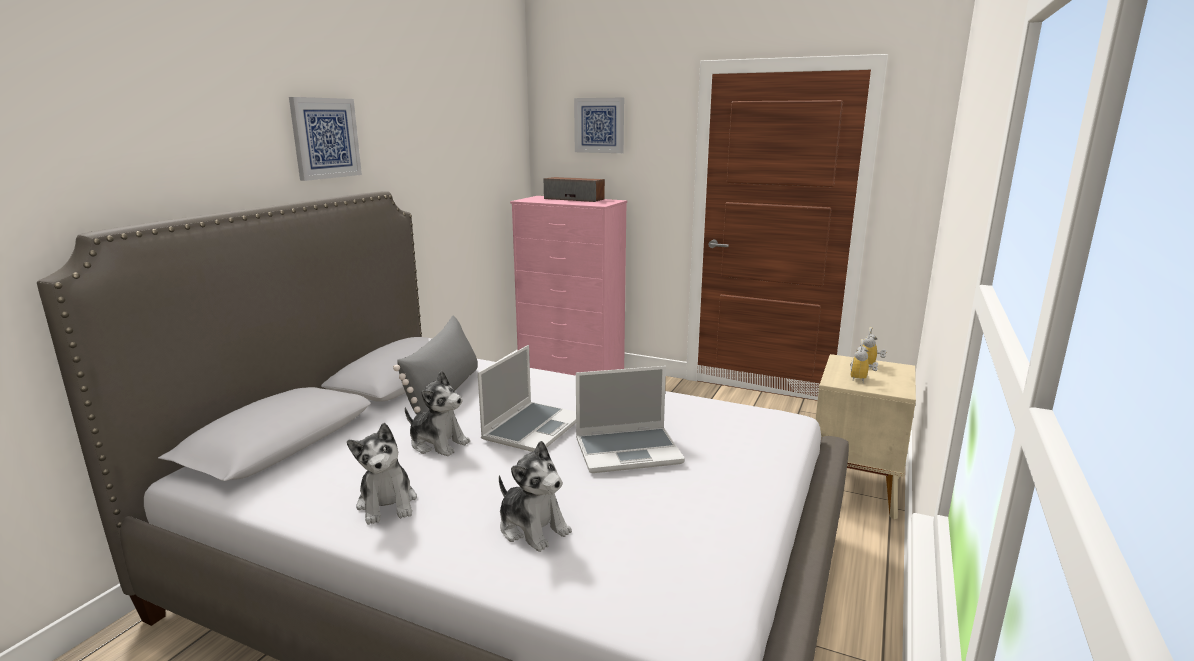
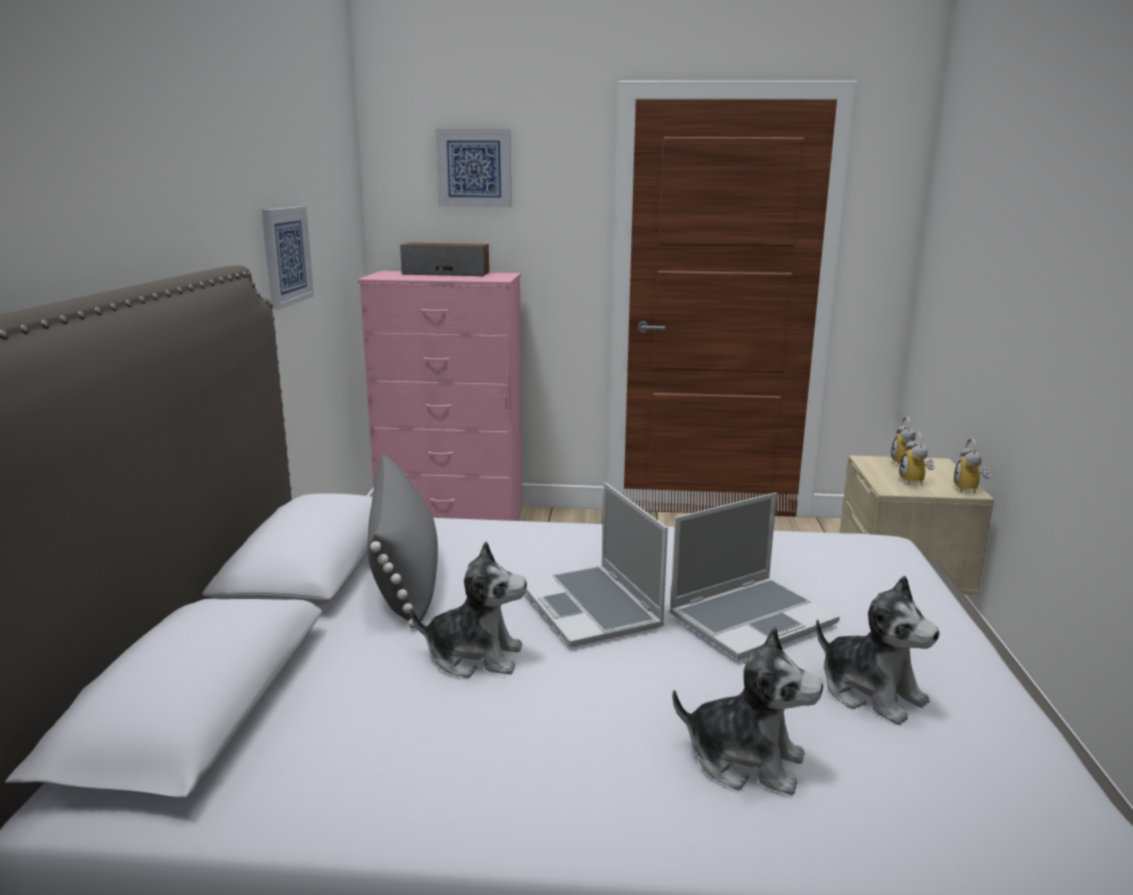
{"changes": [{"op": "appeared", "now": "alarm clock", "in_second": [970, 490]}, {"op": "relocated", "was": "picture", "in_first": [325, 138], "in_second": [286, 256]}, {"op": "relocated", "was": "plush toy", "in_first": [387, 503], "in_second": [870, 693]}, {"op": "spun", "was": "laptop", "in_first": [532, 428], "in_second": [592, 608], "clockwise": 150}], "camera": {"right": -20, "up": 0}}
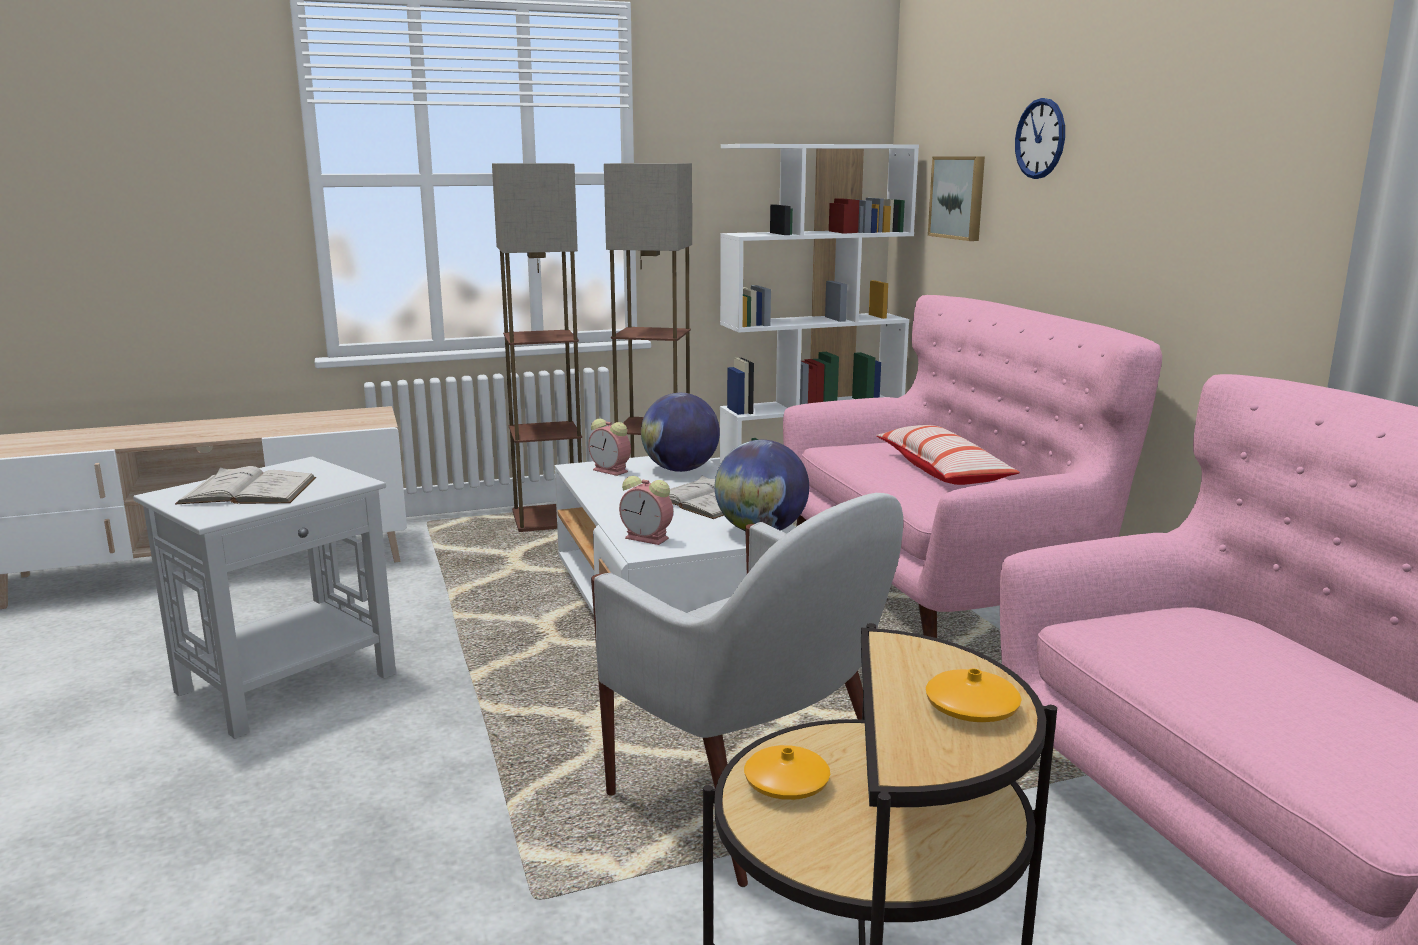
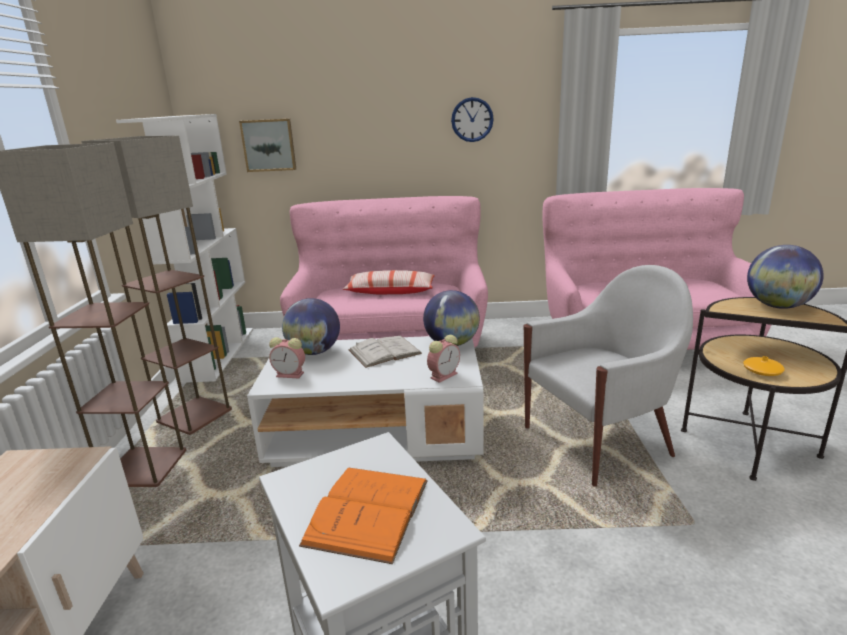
{"changes": [{"op": "relocated", "was": "wall clock", "in_first": [1040, 138], "in_second": [472, 119]}, {"op": "exchanged", "was": "orange vase", "now": "globe", "in_first": [971, 709], "in_second": [778, 306]}, {"op": "colour", "was": "white book", "now": "orange book", "in_first": [248, 490], "in_second": [368, 511]}, {"op": "spun", "was": "alarm clock", "in_first": [611, 471], "in_second": [291, 374], "clockwise": 45}], "camera": {"right": -70, "up": 5}}
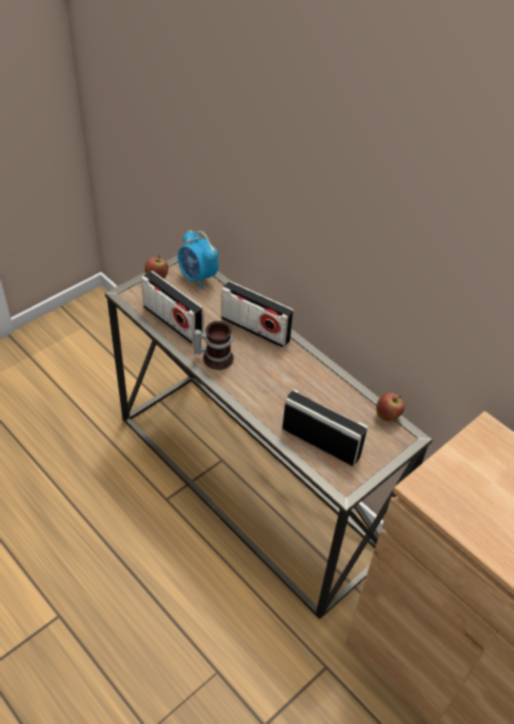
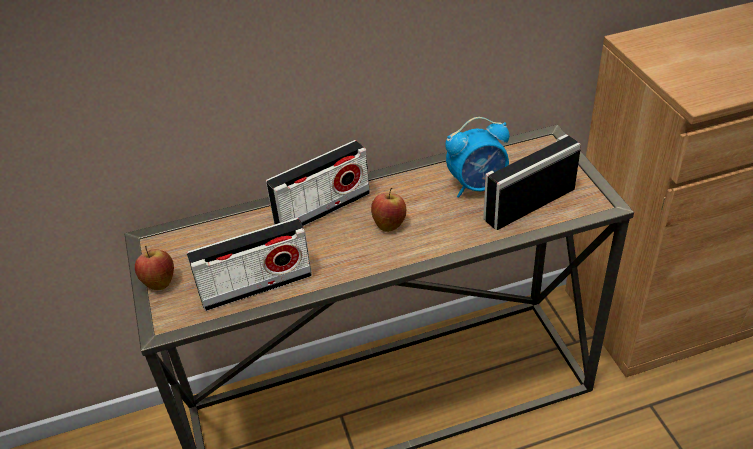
{"changes": [{"op": "missing", "was": "mug", "in_first": [215, 357]}, {"op": "relocated", "was": "alarm clock", "in_first": [197, 277], "in_second": [477, 185]}, {"op": "relocated", "was": "apple", "in_first": [387, 416], "in_second": [389, 224]}], "camera": {"right": -60, "up": -5}}
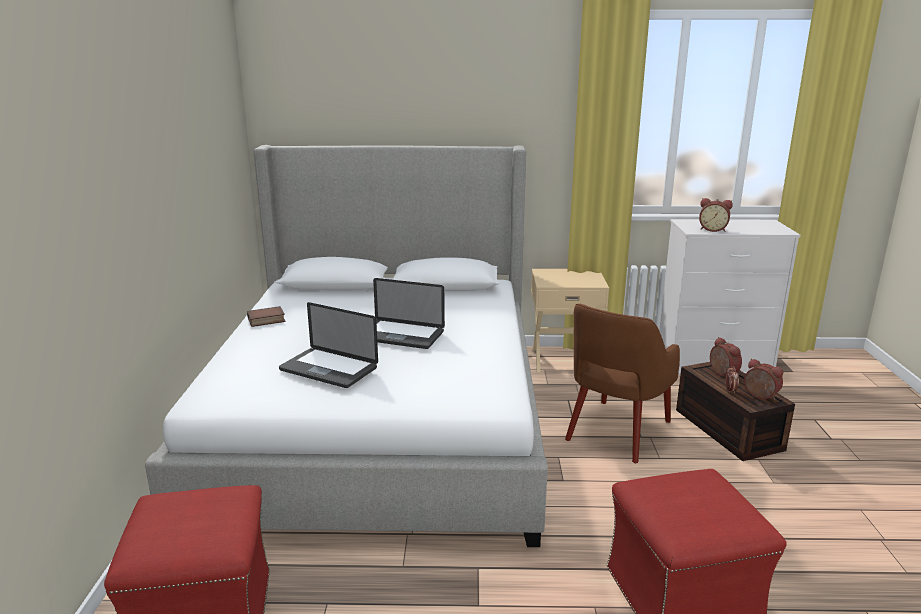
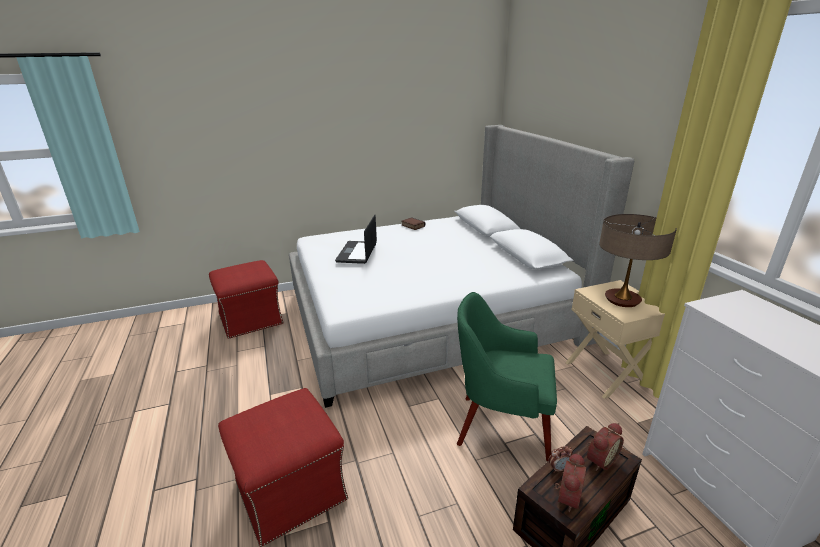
{"changes": [{"op": "missing", "was": "laptop", "in_first": [401, 336]}, {"op": "missing", "was": "alarm clock", "in_first": [713, 229]}, {"op": "appeared", "now": "table lamp", "in_second": [622, 300]}, {"op": "colour", "was": "brown armchair", "now": "green armchair", "in_first": [616, 432], "in_second": [501, 426]}], "camera": {"right": 70, "up": 5}}
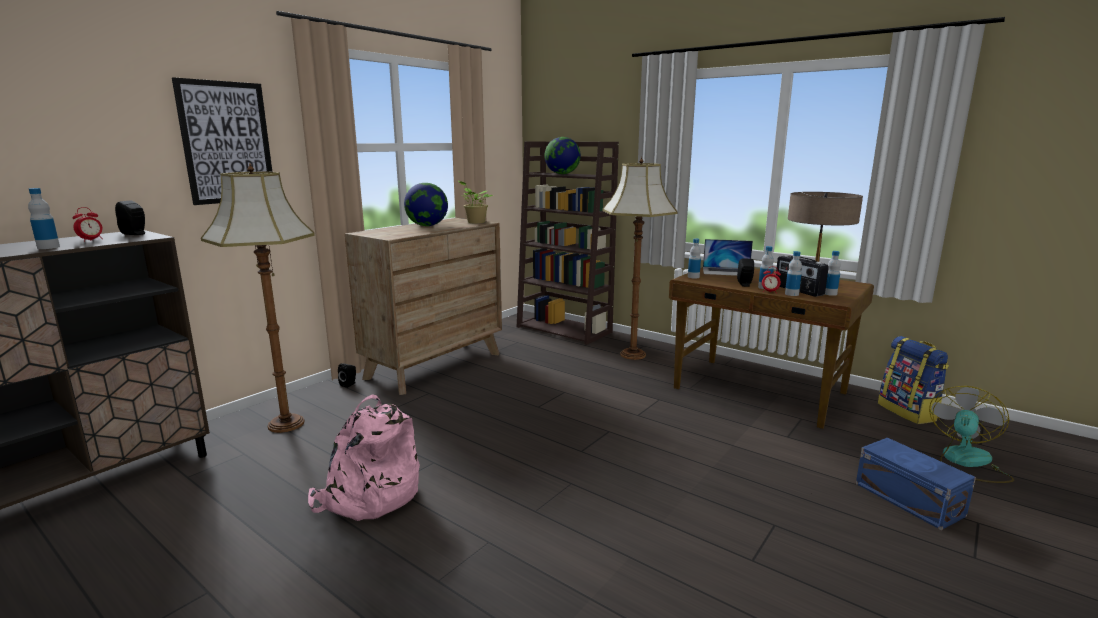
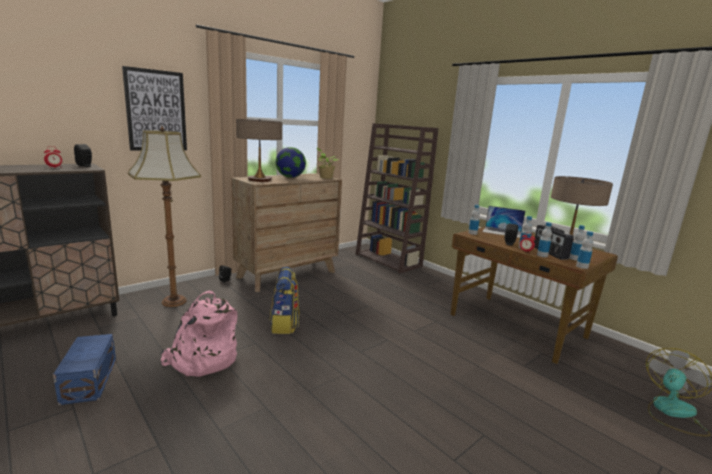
{"changes": [{"op": "missing", "was": "globe", "in_first": [562, 174]}, {"op": "missing", "was": "floor lamp", "in_first": [633, 354]}, {"op": "appeared", "now": "table lamp", "in_second": [259, 180]}, {"op": "relocated", "was": "bottle", "in_first": [48, 247], "in_second": [582, 266]}, {"op": "relocated", "was": "blue storage box", "in_first": [909, 500], "in_second": [88, 381]}, {"op": "relocated", "was": "backpack", "in_first": [908, 412], "in_second": [285, 325]}], "camera": {"right": 10, "up": 0}}
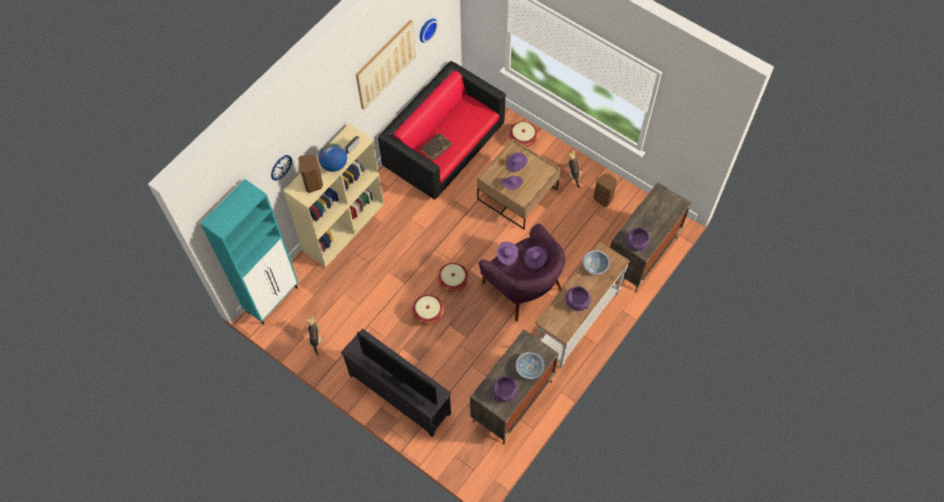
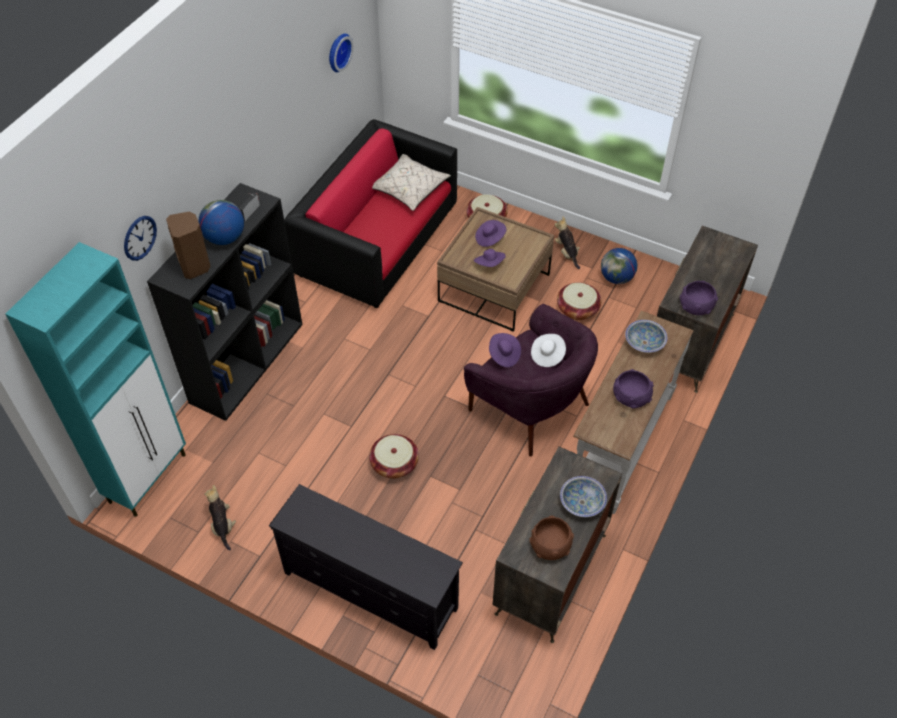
{"changes": [{"op": "missing", "was": "picture", "in_first": [385, 64]}, {"op": "missing", "was": "television", "in_first": [401, 379]}, {"op": "missing", "was": "brown book", "in_first": [436, 148]}, {"op": "appeared", "now": "beige pillow", "in_second": [409, 189]}, {"op": "relocated", "was": "basket", "in_first": [453, 281], "in_second": [577, 309]}, {"op": "exchanged", "was": "brown speaker", "now": "globe", "in_first": [603, 198], "in_second": [616, 278]}, {"op": "colour", "was": "beige bookcase", "now": "black bookcase", "in_first": [344, 227], "in_second": [247, 361]}, {"op": "colour", "was": "purple bowl", "now": "brown bowl", "in_first": [504, 392], "in_second": [551, 545]}, {"op": "colour", "was": "purple hat", "now": "white hat", "in_first": [535, 260], "in_second": [547, 355]}], "camera": {"right": -10, "up": -10}}
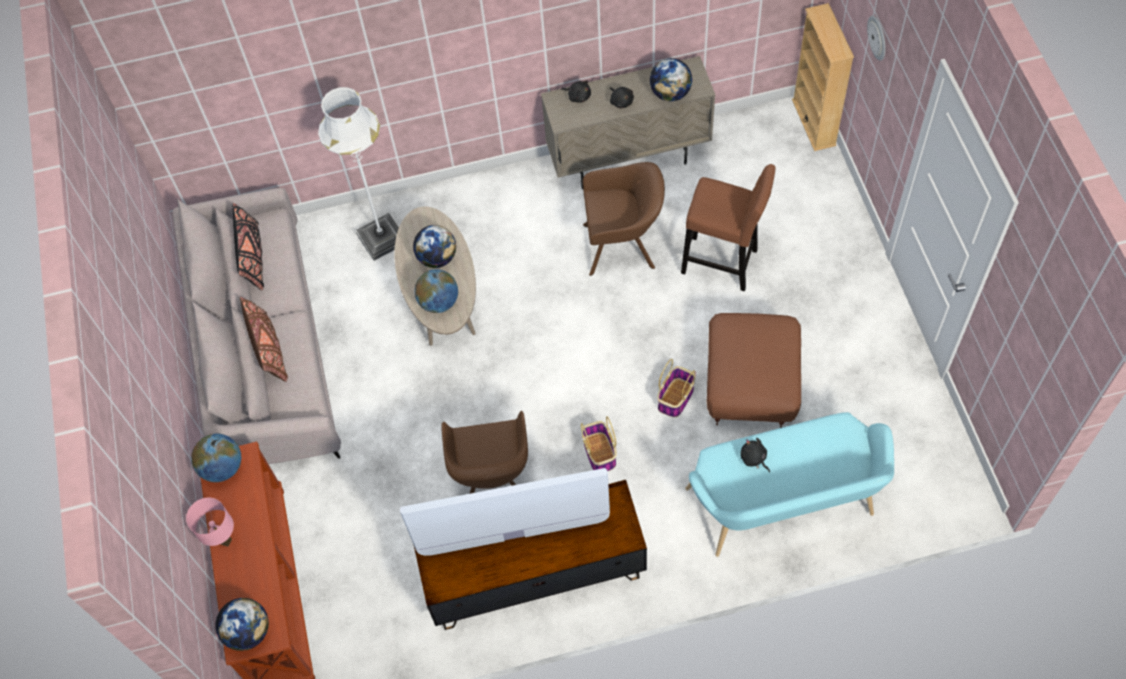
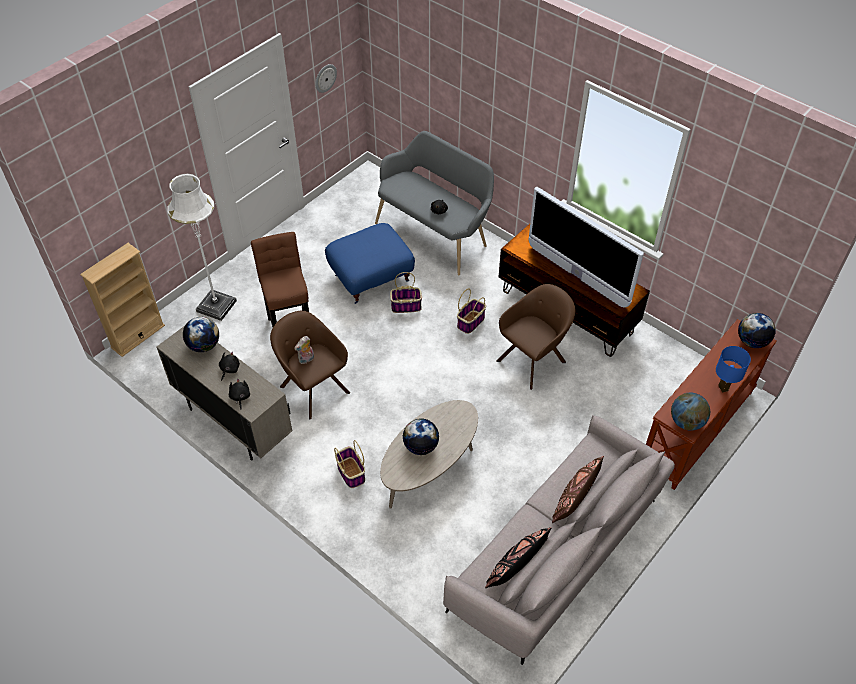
{"changes": [{"op": "missing", "was": "globe", "in_first": [439, 302]}, {"op": "appeared", "now": "plush toy", "in_second": [306, 359]}, {"op": "appeared", "now": "basket", "in_second": [350, 472]}, {"op": "relocated", "was": "white floor lamp", "in_first": [382, 238], "in_second": [216, 306]}, {"op": "relocated", "was": "wall clock", "in_first": [878, 37], "in_second": [325, 78]}, {"op": "colour", "was": "pink table lamp", "now": "blue table lamp", "in_first": [224, 541], "in_second": [723, 388]}, {"op": "colour", "was": "turquoise bench", "now": "grey bench", "in_first": [784, 508], "in_second": [435, 233]}, {"op": "colour", "was": "brown ottoman", "now": "blue ottoman", "in_first": [751, 387], "in_second": [371, 277]}], "camera": {"right": -130, "up": -10}}
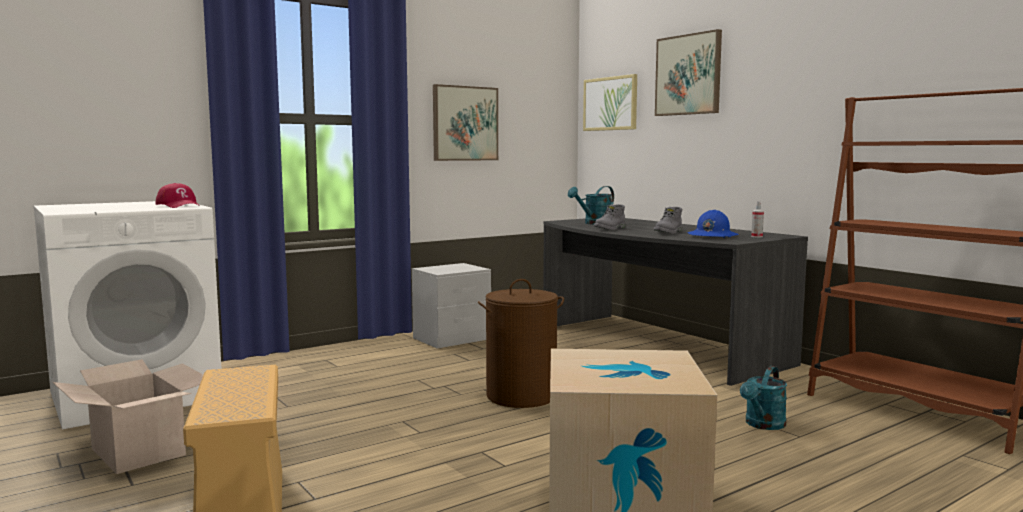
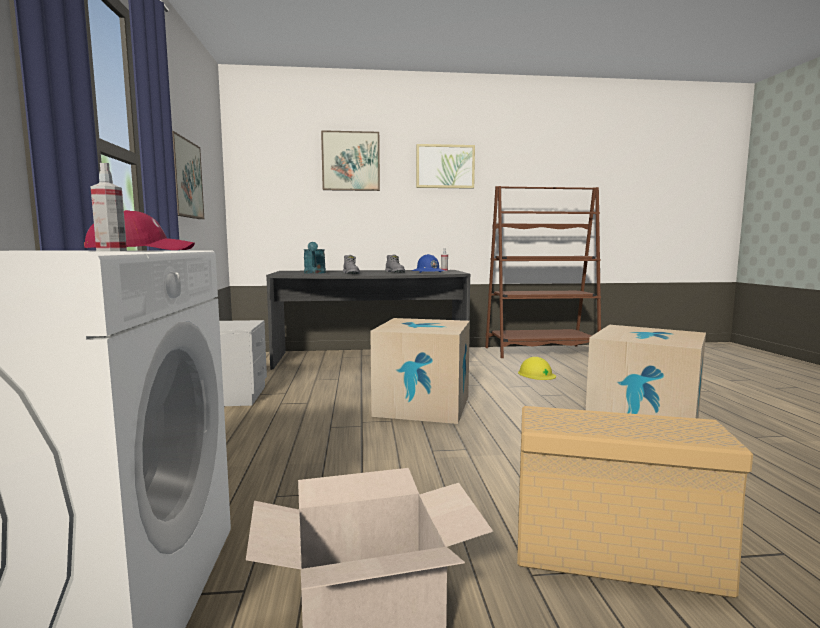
{"changes": [{"op": "appeared", "now": "spray bottle", "in_second": [111, 251]}, {"op": "relocated", "was": "picture", "in_first": [610, 103], "in_second": [445, 166]}, {"op": "exchanged", "was": "brown laundry basket", "now": "cardboard box", "in_first": [522, 396], "in_second": [422, 406]}, {"op": "exchanged", "was": "turquoise watering can", "now": "yellow hard hat", "in_first": [763, 425], "in_second": [536, 374]}], "camera": {"right": -60, "up": 0}}
